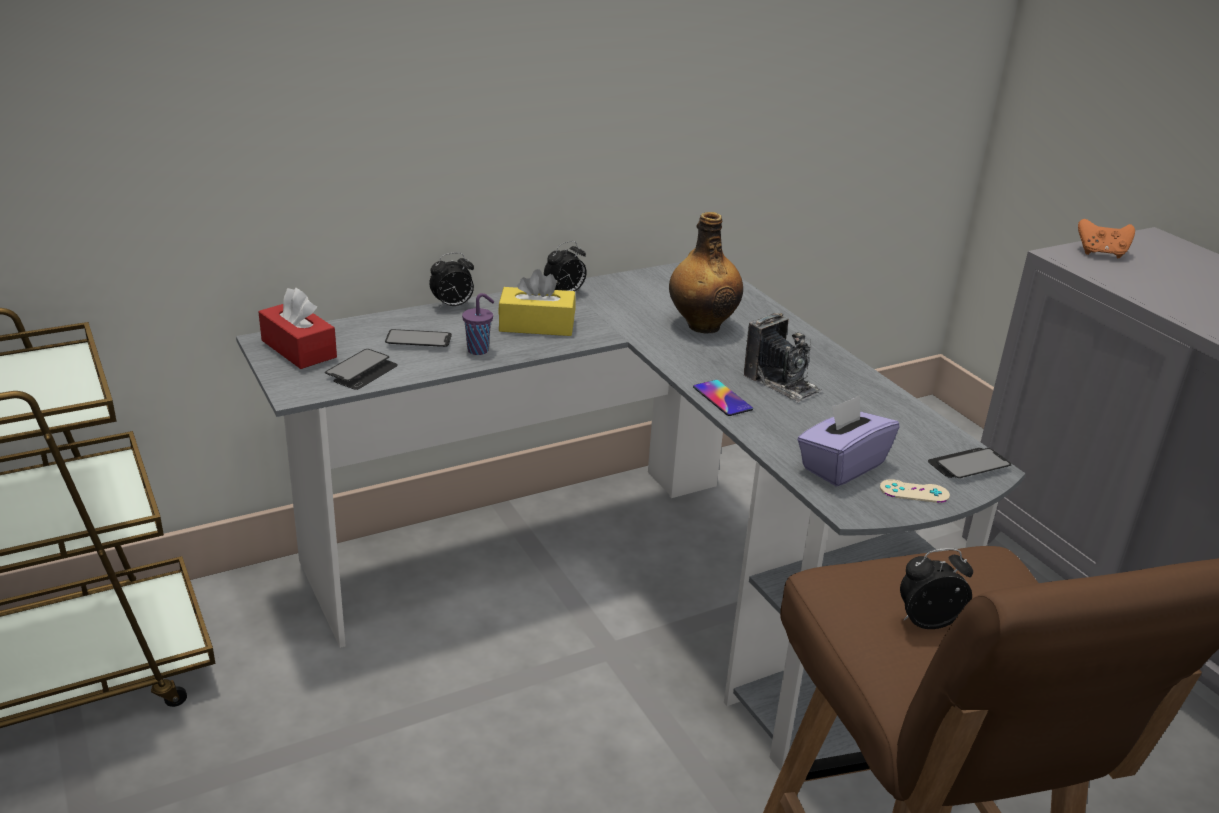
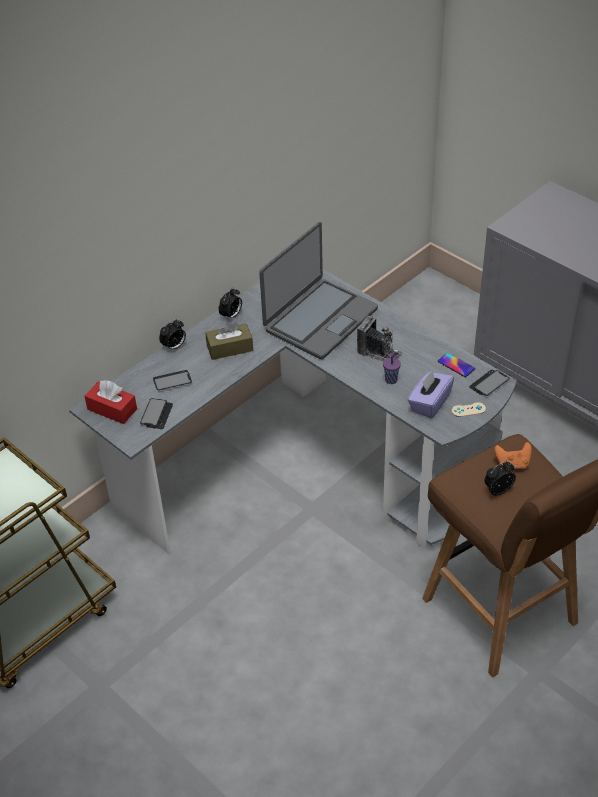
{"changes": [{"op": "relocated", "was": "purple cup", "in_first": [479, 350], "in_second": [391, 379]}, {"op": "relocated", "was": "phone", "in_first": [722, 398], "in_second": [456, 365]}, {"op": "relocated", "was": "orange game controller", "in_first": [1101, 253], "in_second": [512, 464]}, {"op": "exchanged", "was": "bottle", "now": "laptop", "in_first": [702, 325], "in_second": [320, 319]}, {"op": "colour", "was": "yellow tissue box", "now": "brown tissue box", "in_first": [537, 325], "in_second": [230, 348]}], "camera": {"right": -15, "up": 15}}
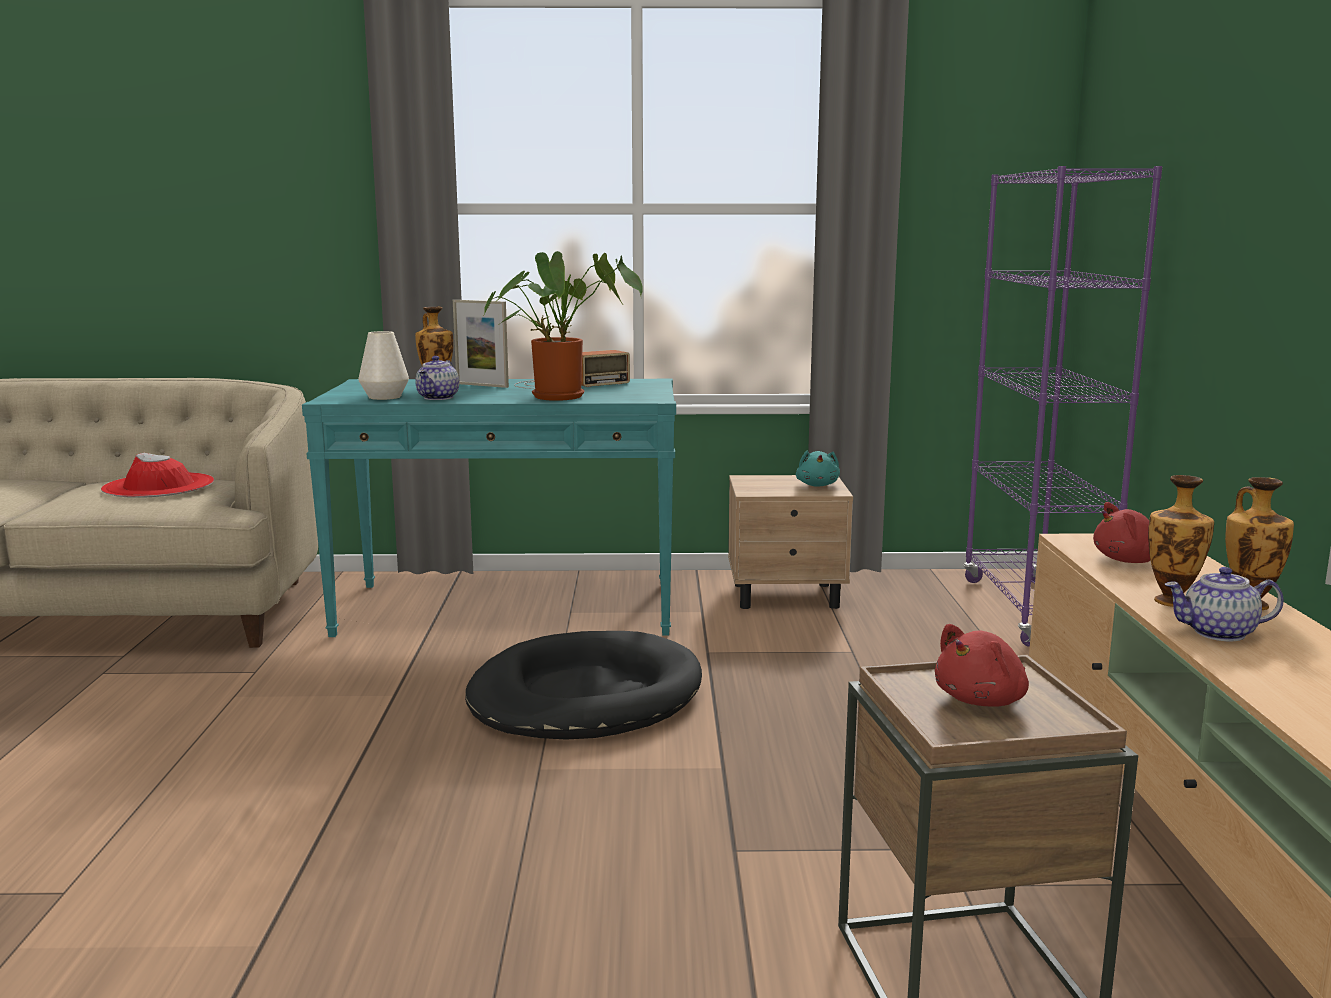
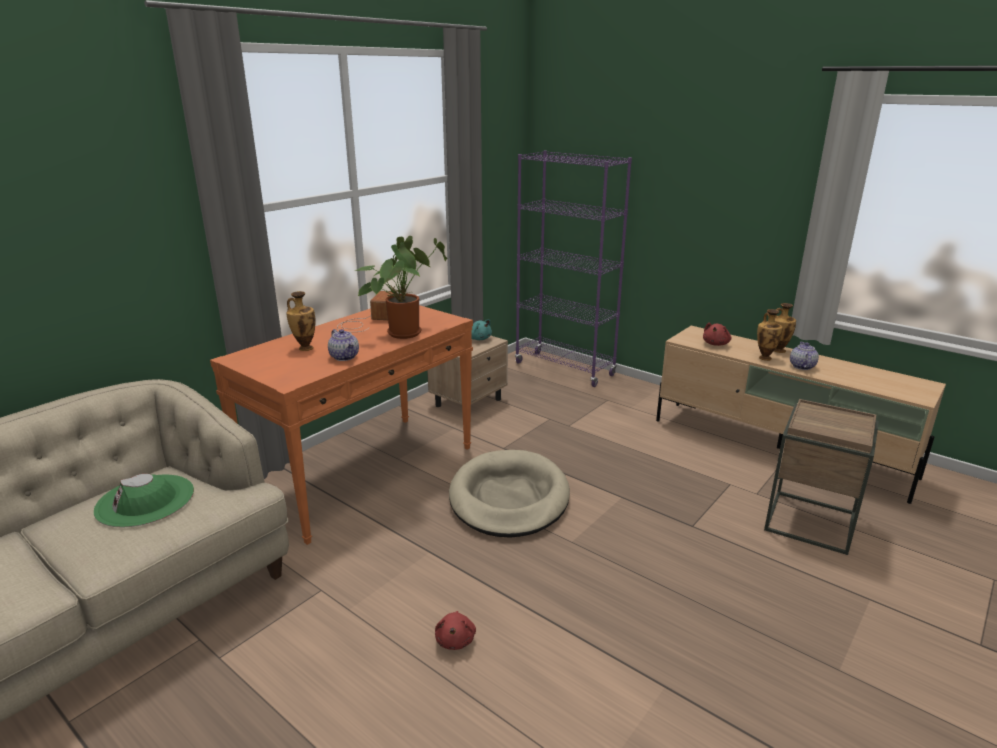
{"changes": [{"op": "missing", "was": "white vase", "in_first": [384, 397]}, {"op": "missing", "was": "picture frame", "in_first": [482, 385]}, {"op": "relocated", "was": "red plush toy", "in_first": [983, 700], "in_second": [455, 639]}, {"op": "colour", "was": "red hat", "now": "green hat", "in_first": [158, 486], "in_second": [145, 501]}, {"op": "colour", "was": "turquoise console table", "now": "orange console table", "in_first": [510, 609], "in_second": [364, 472]}, {"op": "colour", "was": "black dog bed", "now": "beige dog bed", "in_first": [585, 696], "in_second": [509, 498]}, {"op": "spun", "was": "teapot", "in_first": [1218, 633], "in_second": [801, 366], "clockwise": 150}], "camera": {"right": -50, "up": 10}}
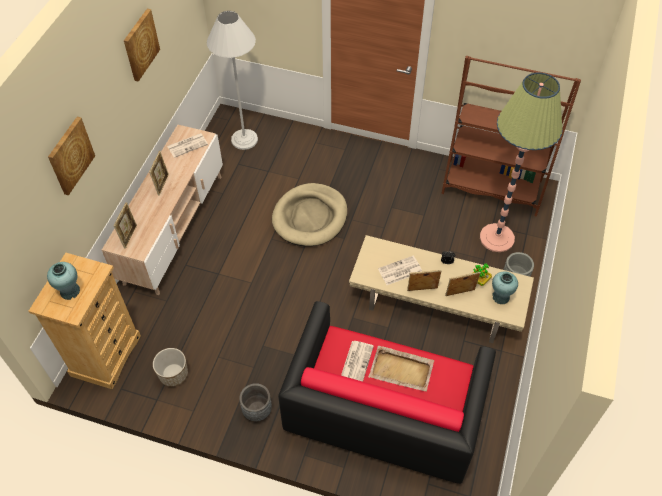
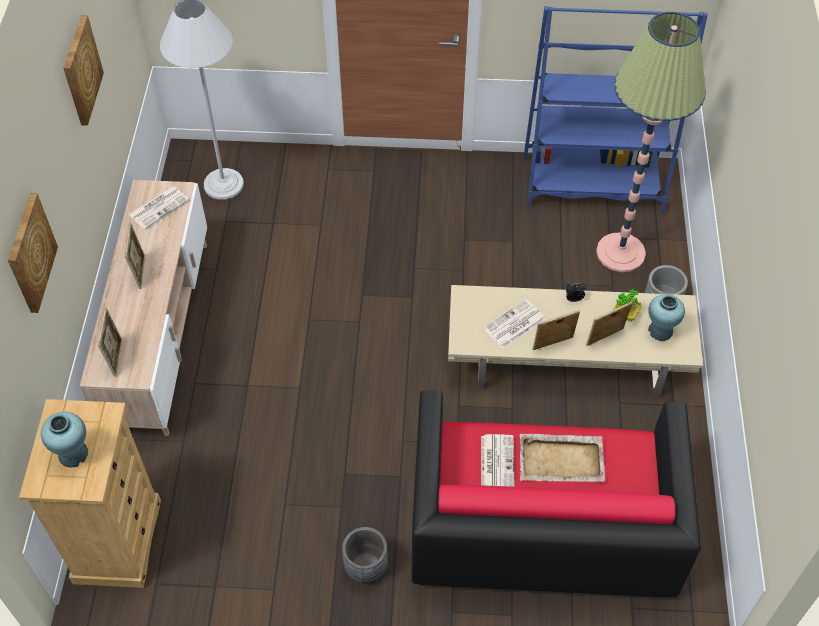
{"changes": [{"op": "missing", "was": "planter", "in_first": [173, 374]}, {"op": "missing", "was": "beige dog bed", "in_first": [310, 217]}, {"op": "colour", "was": "brown bookcase", "now": "blue bookcase", "in_first": [492, 187], "in_second": [592, 184]}], "camera": {"right": -15, "up": 0}}
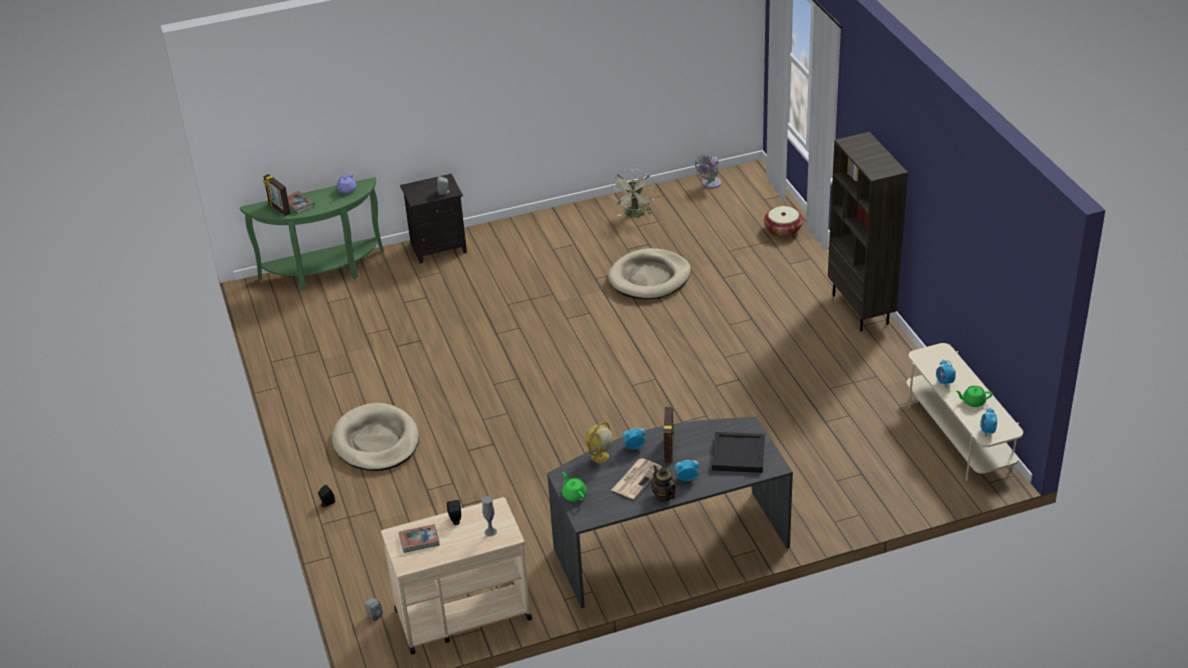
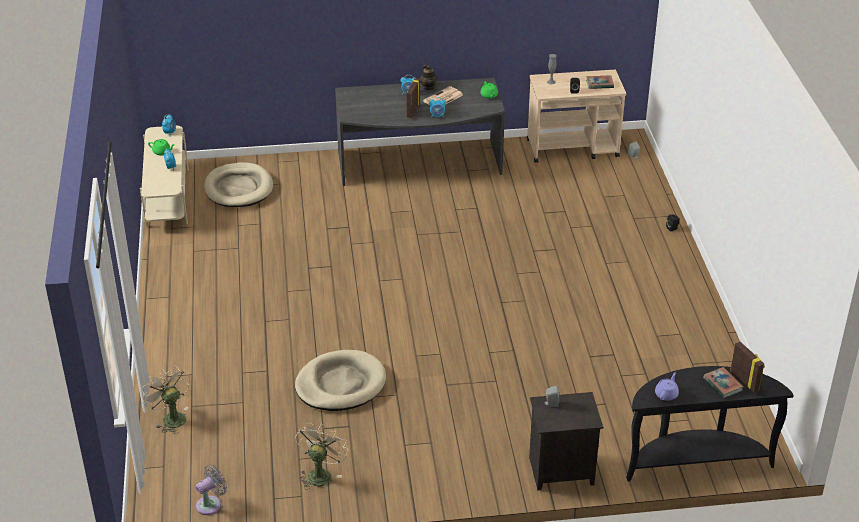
{"changes": [{"op": "missing", "was": "globe", "in_first": [600, 457]}, {"op": "missing", "was": "black tray", "in_first": [739, 455]}, {"op": "missing", "was": "brown bookcase", "in_first": [861, 309]}, {"op": "relocated", "was": "beige dog bed", "in_first": [376, 441], "in_second": [238, 188]}, {"op": "exchanged", "was": "basket", "now": "beige fan", "in_first": [783, 230], "in_second": [170, 417]}, {"op": "colour", "was": "green console table", "now": "black console table", "in_first": [324, 273], "in_second": [695, 460]}], "camera": {"right": -170, "up": 0}}
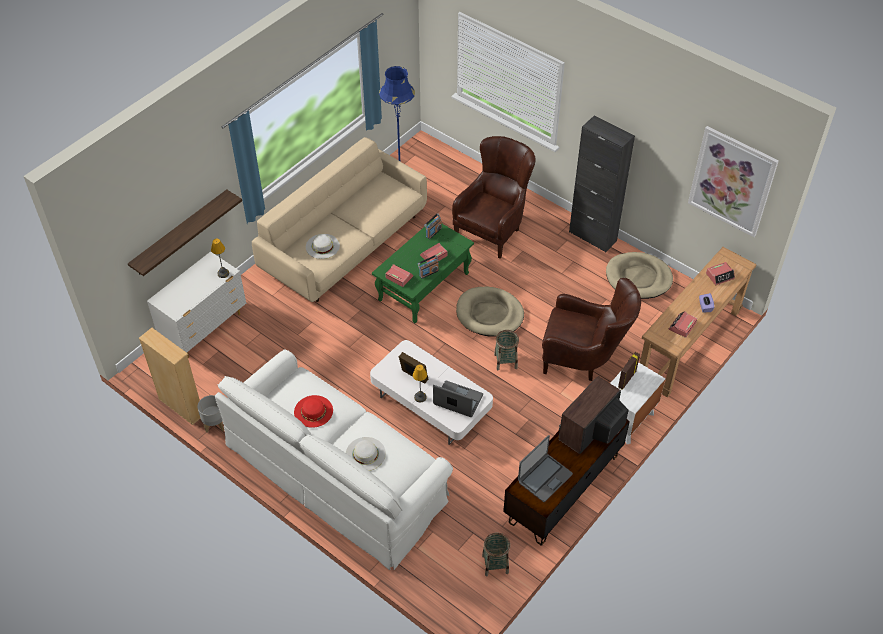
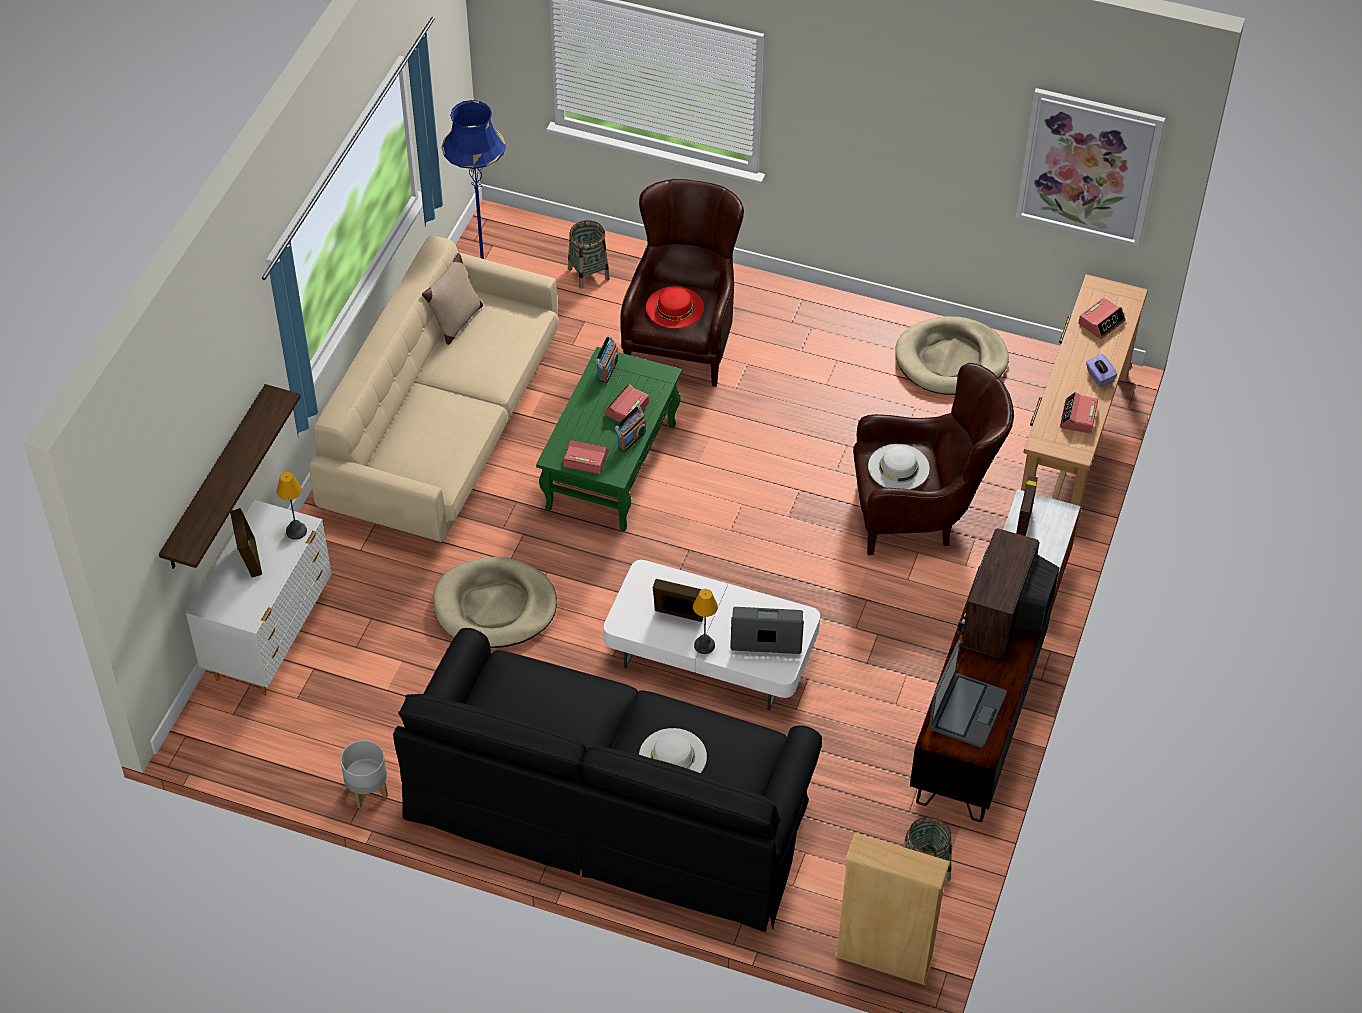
{"changes": [{"op": "missing", "was": "black cabinet", "in_first": [592, 236]}, {"op": "appeared", "now": "picture frame", "in_second": [249, 558]}, {"op": "appeared", "now": "beige pillow", "in_second": [456, 322]}, {"op": "relocated", "was": "beige bookcase", "in_first": [181, 407], "in_second": [884, 958]}, {"op": "relocated", "was": "red hat", "in_first": [313, 411], "in_second": [674, 307]}, {"op": "relocated", "was": "white hat", "in_first": [322, 246], "in_second": [898, 467]}, {"op": "relocated", "was": "beige dog bed", "in_first": [489, 314], "in_second": [495, 607]}, {"op": "relocated", "was": "basket", "in_first": [505, 361], "in_second": [588, 273]}, {"op": "colour", "was": "white sofa", "now": "black sofa", "in_first": [338, 473], "in_second": [611, 808]}], "camera": {"right": -20, "up": 0}}
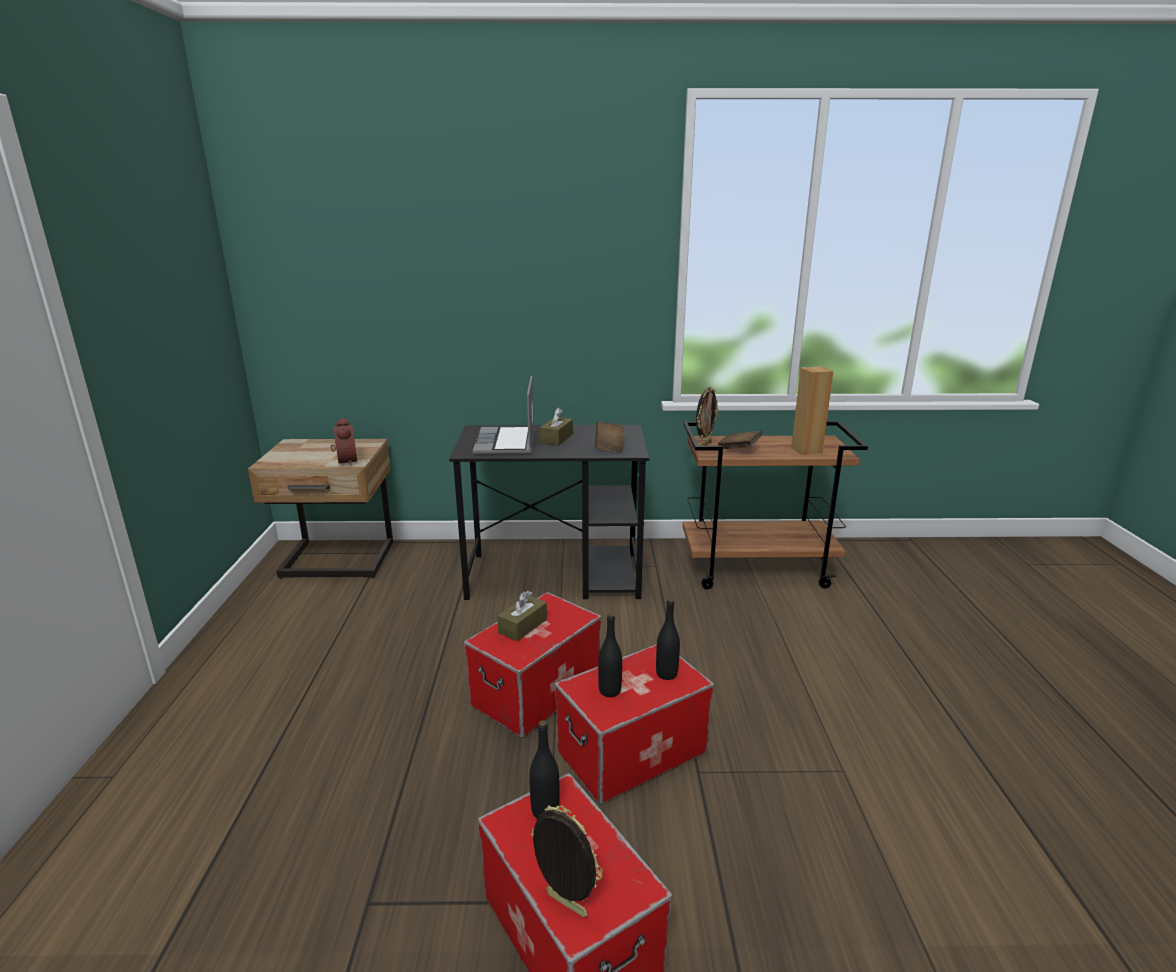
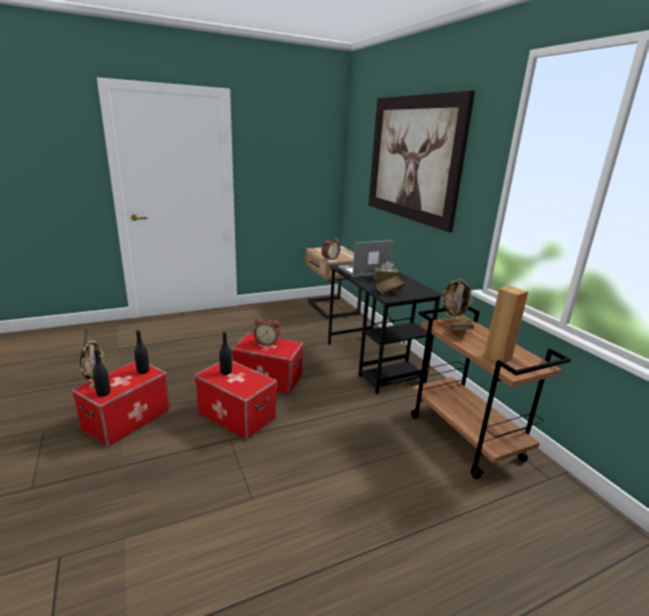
{"changes": [{"op": "appeared", "now": "picture", "in_second": [413, 159]}, {"op": "relocated", "was": "black bottle", "in_first": [666, 674], "in_second": [103, 393]}, {"op": "exchanged", "was": "brown tissue box", "now": "alarm clock", "in_first": [523, 626], "in_second": [267, 342]}], "camera": {"right": 65, "up": 0}}
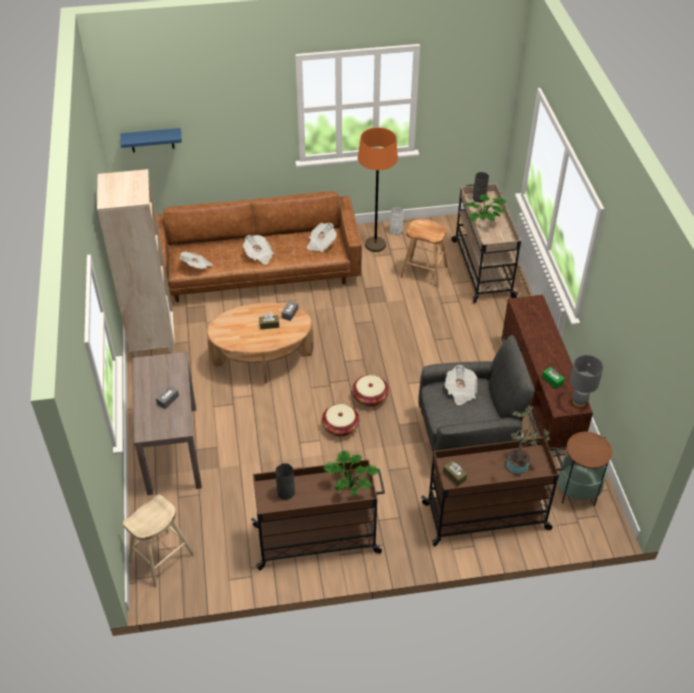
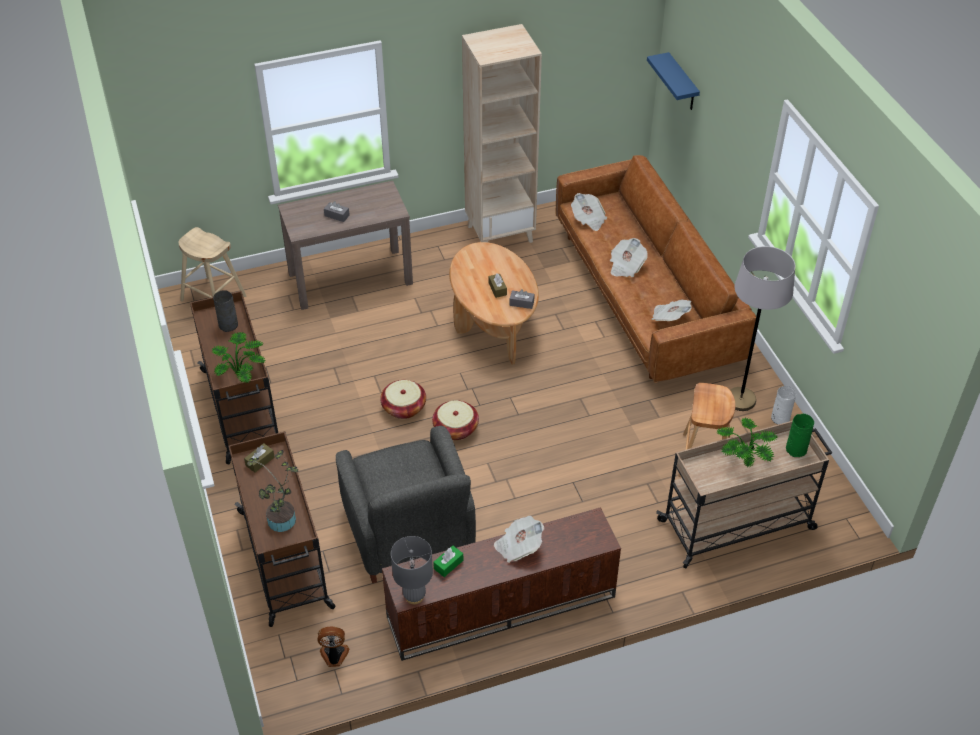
{"changes": [{"op": "relocated", "was": "newspaper", "in_first": [460, 392], "in_second": [518, 546]}, {"op": "exchanged", "was": "side table", "now": "fan", "in_first": [577, 491], "in_second": [334, 656]}, {"op": "colour", "was": "orange floor lamp", "now": "grey floor lamp", "in_first": [375, 245], "in_second": [740, 400]}, {"op": "colour", "was": "grey vase", "now": "green vase", "in_first": [479, 198], "in_second": [797, 449]}], "camera": {"right": 80, "up": 0}}
